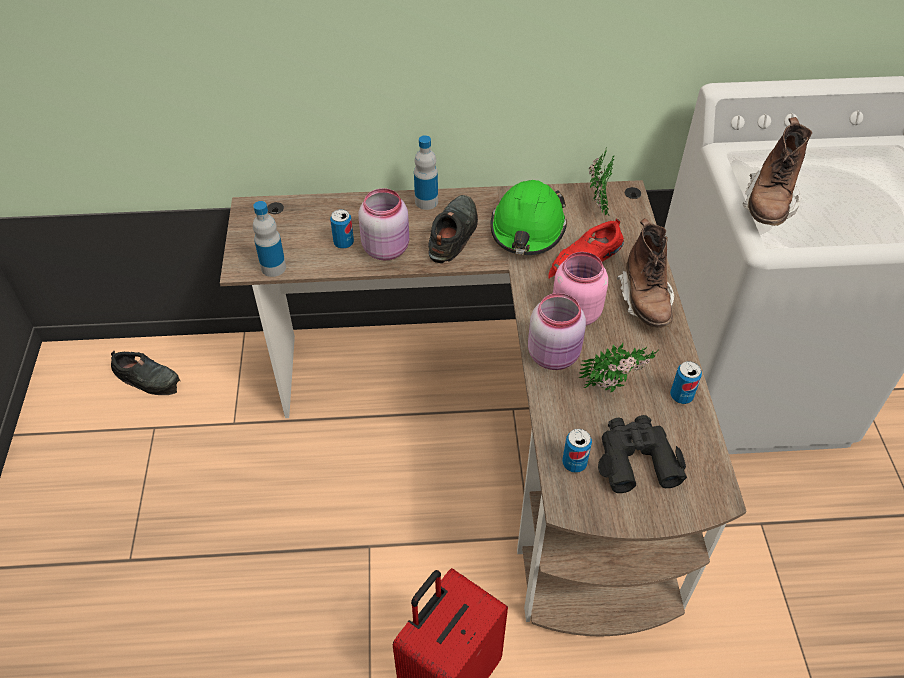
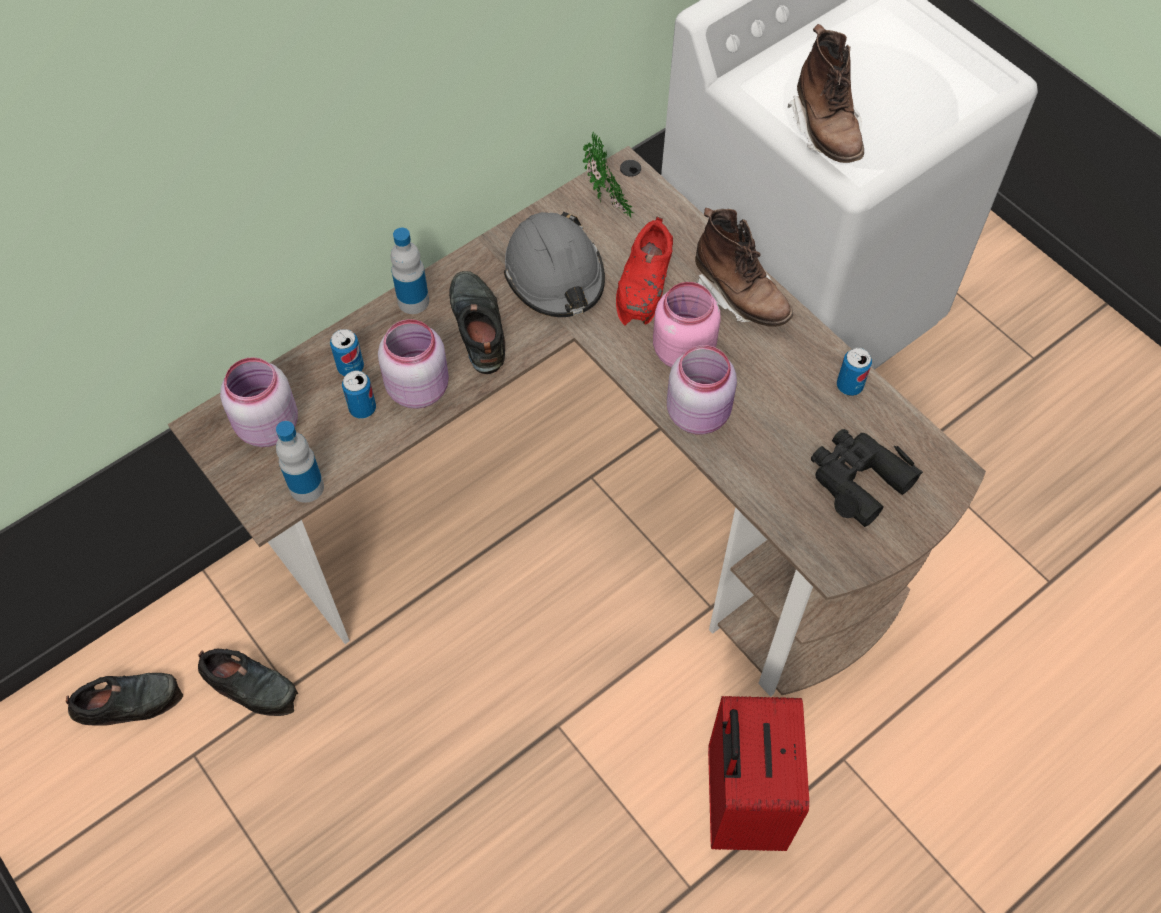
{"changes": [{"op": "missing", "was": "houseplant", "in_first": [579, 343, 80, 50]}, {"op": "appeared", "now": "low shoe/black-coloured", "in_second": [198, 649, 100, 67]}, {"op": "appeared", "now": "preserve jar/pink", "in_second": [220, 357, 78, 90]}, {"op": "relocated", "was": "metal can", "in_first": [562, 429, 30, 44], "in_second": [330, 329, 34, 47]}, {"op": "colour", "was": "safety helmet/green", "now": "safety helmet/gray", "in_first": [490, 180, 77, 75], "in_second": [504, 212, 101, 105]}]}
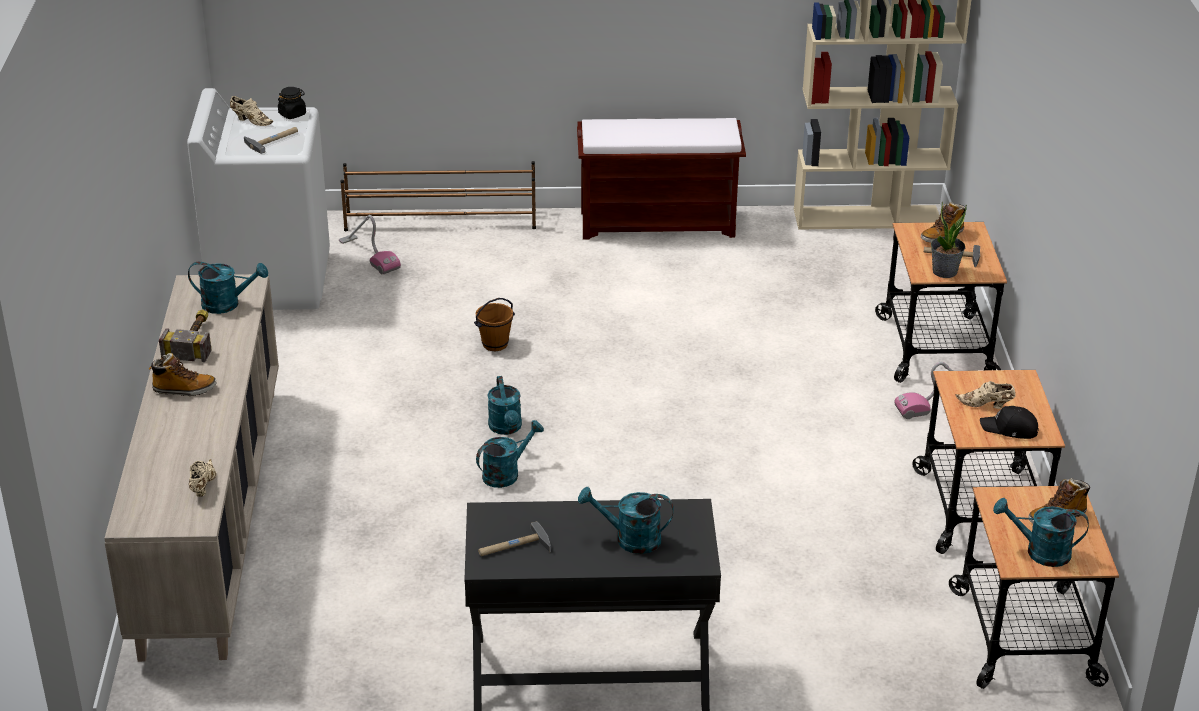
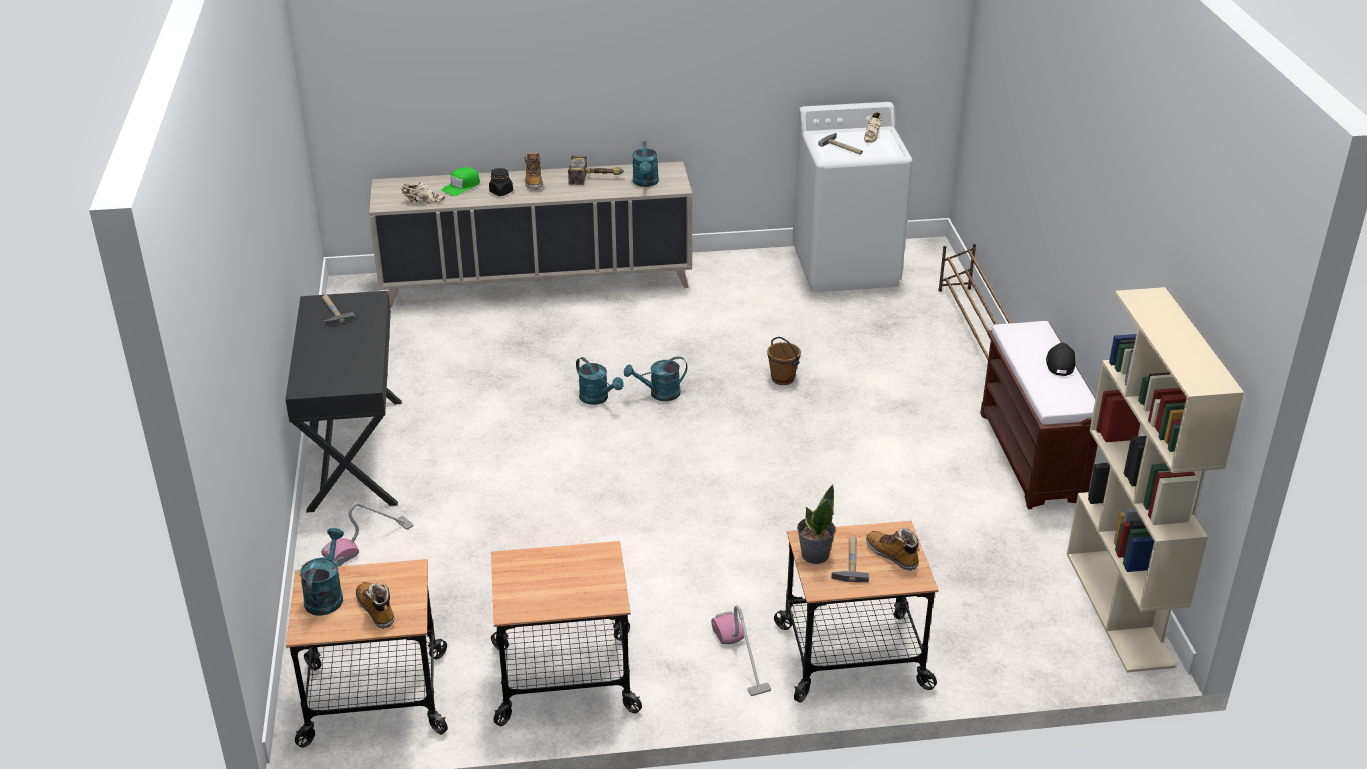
{"changes": [{"op": "missing", "was": "watering can/turquoise-coloured", "in_first": [578, 487, 96, 67]}, {"op": "missing", "was": "low shoe/sand-coloured", "in_first": [955, 381, 61, 28]}, {"op": "appeared", "now": "peaked cap/green", "in_second": [441, 167, 39, 29]}, {"op": "relocated", "was": "preserve jar/black-coloured", "in_first": [278, 87, 28, 32], "in_second": [489, 168, 24, 28]}, {"op": "relocated", "was": "vacuum", "in_first": [339, 215, 62, 60], "in_second": [322, 502, 92, 64]}, {"op": "relocated", "was": "peaked cap/black-coloured", "in_first": [980, 406, 59, 33], "in_second": [1046, 342, 30, 34]}]}
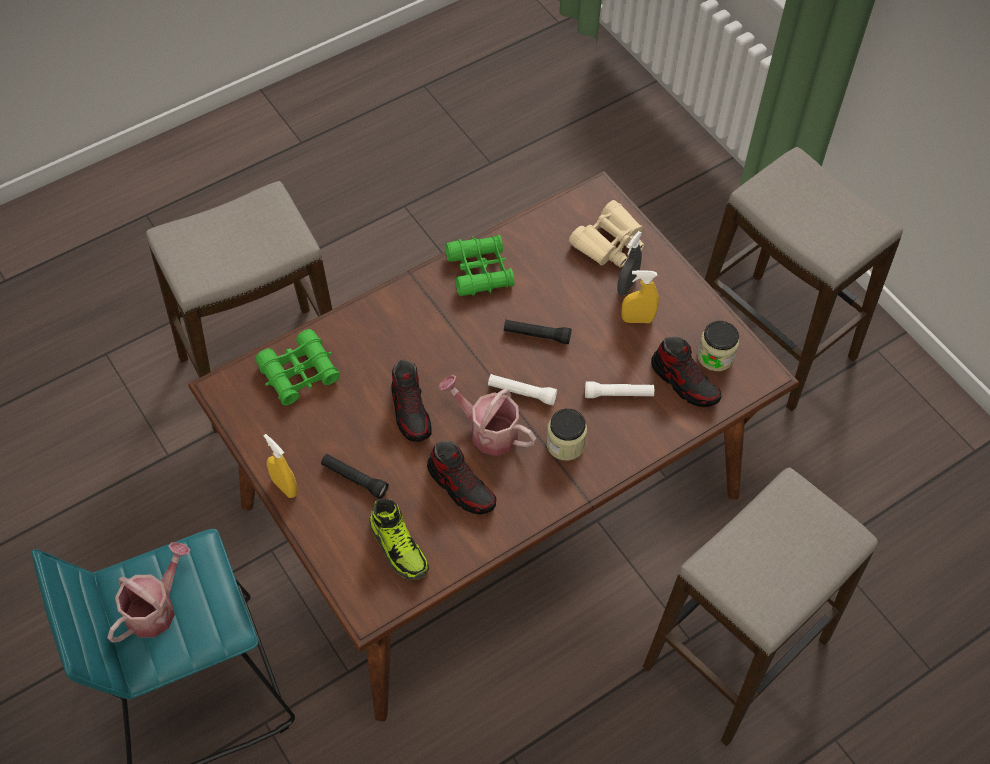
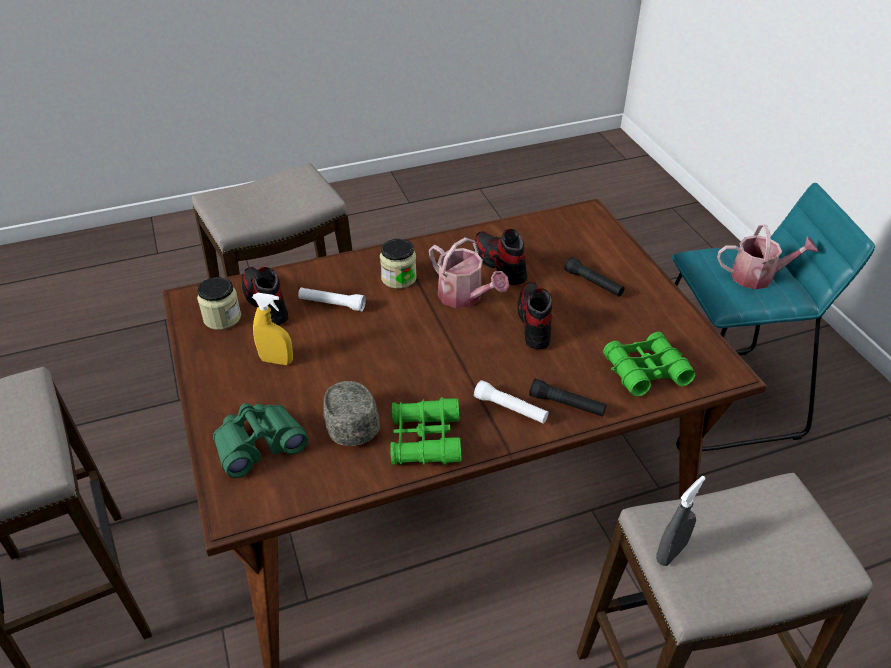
{"changes": [{"op": "missing", "was": "hand sprayer/yellow", "in_first": [264, 434, 34, 64]}, {"op": "missing", "was": "low shoe", "in_first": [369, 499, 60, 81]}, {"op": "appeared", "now": "peaked cap/gray", "in_second": [323, 381, 57, 65]}, {"op": "relocated", "was": "flashlight/white", "in_first": [488, 374, 69, 31], "in_second": [474, 380, 74, 44]}, {"op": "relocated", "was": "flashlight/black-coloured", "in_first": [504, 320, 68, 25], "in_second": [529, 379, 77, 38]}, {"op": "relocated", "was": "hand sprayer/gray", "in_first": [617, 231, 25, 64], "in_second": [656, 476, 50, 90]}, {"op": "colour", "was": "pair of binoculars/sand-coloured", "now": "pair of binoculars/green", "in_first": [569, 200, 75, 68], "in_second": [213, 403, 95, 75]}, {"op": "spun", "was": "watering can", "in_first": [107, 542, 84, 101], "in_second": [717, 225, 101, 64], "clockwise": -135}]}
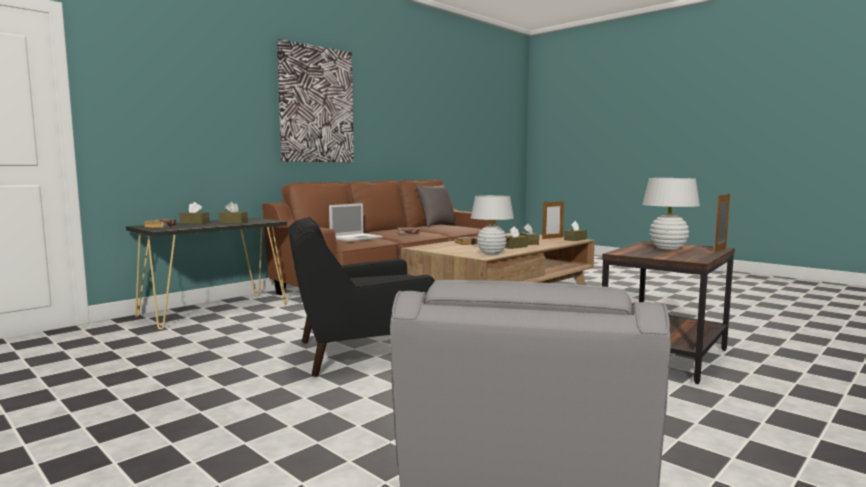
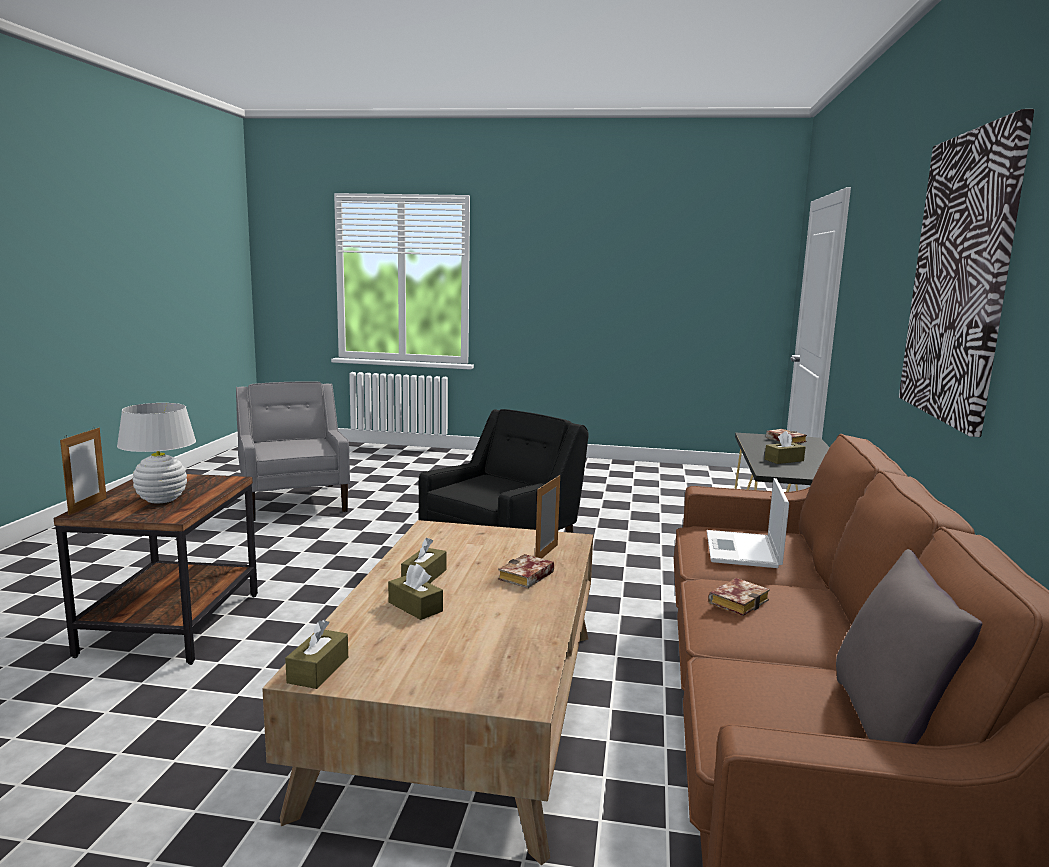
{"changes": [{"op": "missing", "was": "tissue holder/brown", "in_first": [179, 202, 31, 22]}, {"op": "missing", "was": "tabletop lamp/white", "in_first": [471, 195, 43, 59]}, {"op": "relocated", "was": "photo frame", "in_first": [542, 200, 22, 39], "in_second": [535, 475, 25, 84]}]}
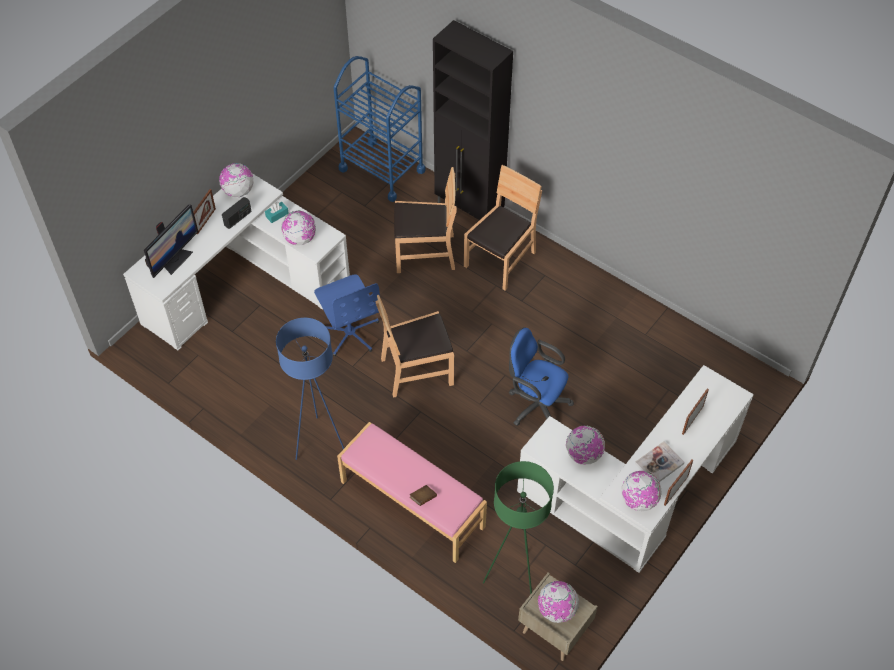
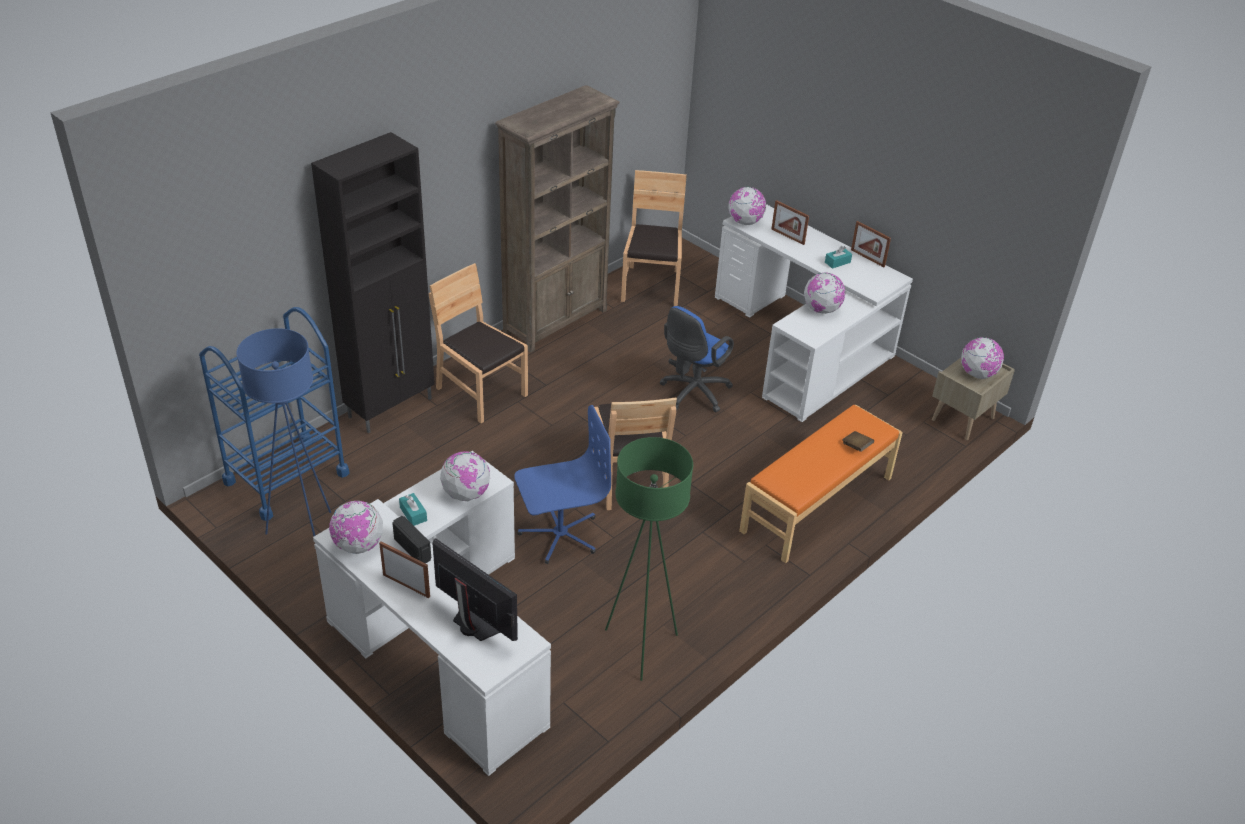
{"changes": [{"op": "appeared", "now": "shelving unit/brown", "in_second": [495, 85, 125, 268]}, {"op": "relocated", "was": "standard lamp/bluish", "in_first": [276, 318, 68, 142], "in_second": [236, 328, 95, 209]}, {"op": "relocated", "was": "plain chair/brown", "in_first": [394, 167, 63, 106], "in_second": [621, 170, 66, 136]}, {"op": "relocated", "was": "standard lamp/green", "in_first": [483, 461, 71, 134], "in_second": [605, 437, 88, 244]}, {"op": "relocated", "was": "desk globe", "in_first": [621, 471, 41, 40], "in_second": [728, 187, 38, 38]}, {"op": "exchanged", "was": "book", "now": "tissue holder/turquoise-coloured", "in_first": [635, 441, 50, 41], "in_second": [825, 246, 27, 23]}, {"op": "colour", "was": "long seat/pink", "now": "long seat/orange", "in_first": [337, 422, 150, 141], "in_second": [739, 405, 164, 158]}]}
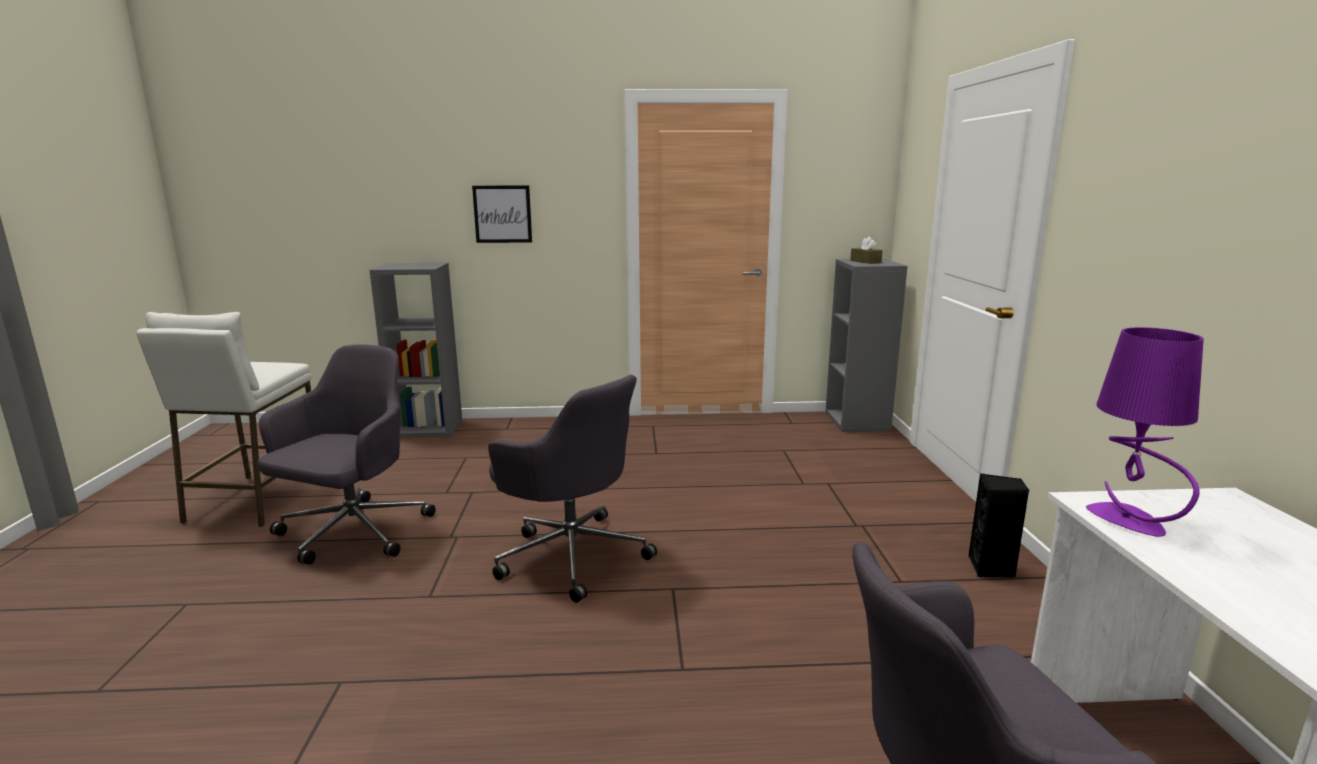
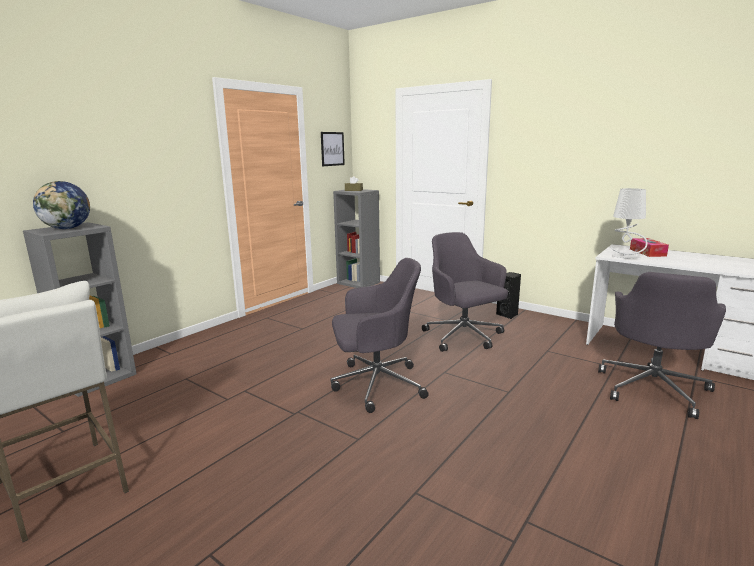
{"changes": [{"op": "appeared", "now": "desk globe", "in_second": [33, 181, 57, 48]}, {"op": "appeared", "now": "tissue holder", "in_second": [630, 238, 39, 19]}, {"op": "relocated", "was": "office chair/gray", "in_first": [258, 344, 178, 221], "in_second": [422, 232, 86, 120]}, {"op": "relocated", "was": "wall art", "in_first": [472, 186, 60, 57], "in_second": [321, 132, 24, 34]}, {"op": "colour", "was": "tabletop lamp/purple", "now": "tabletop lamp/gray", "in_first": [1086, 327, 118, 210], "in_second": [610, 188, 38, 71]}]}
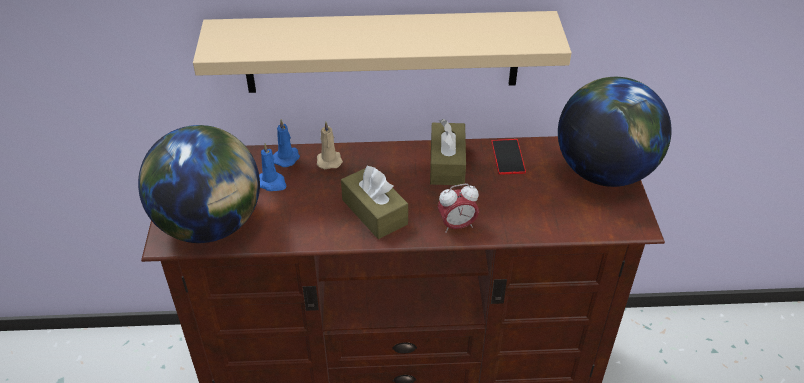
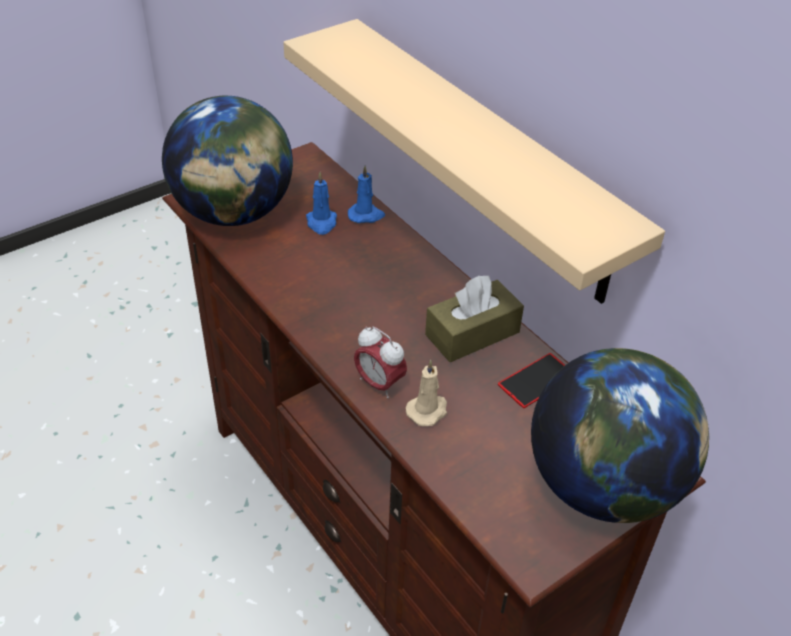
{"changes": [{"op": "missing", "was": "tissue holder/brown", "in_first": [341, 166, 67, 73]}, {"op": "relocated", "was": "candle/sand-coloured", "in_first": [317, 122, 26, 47], "in_second": [406, 360, 41, 66]}]}
